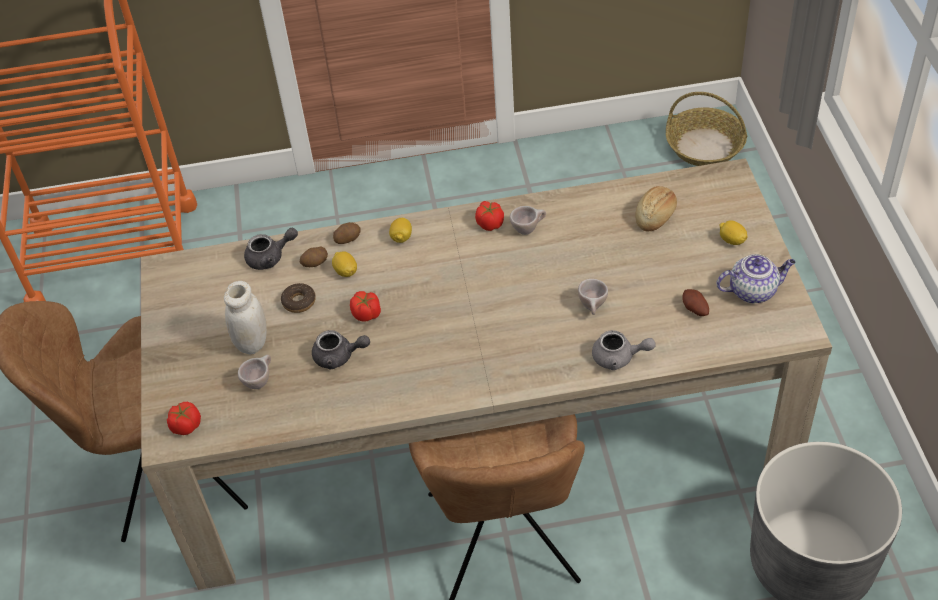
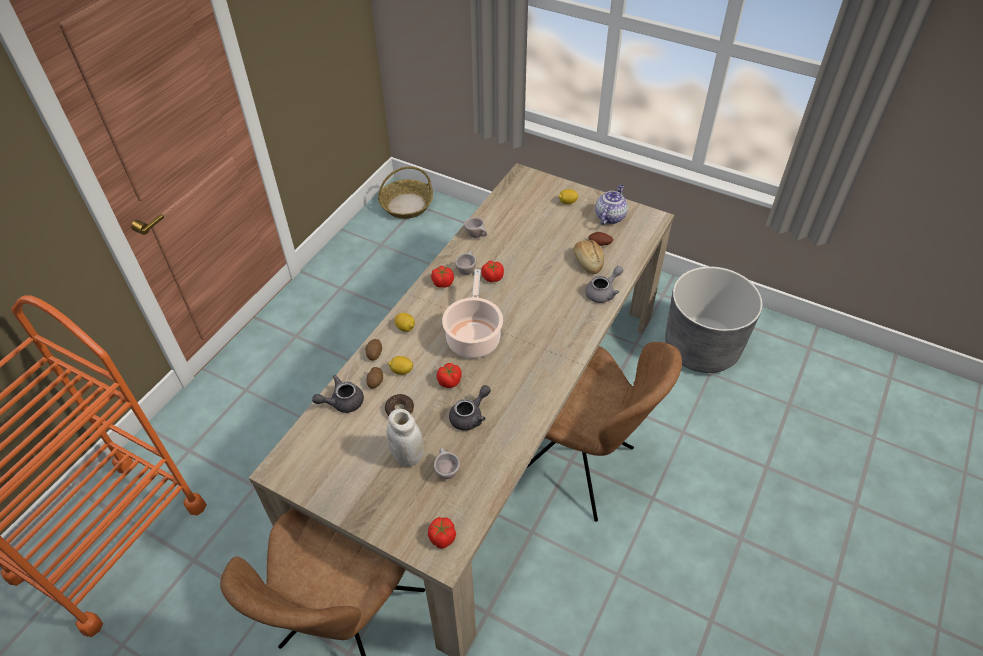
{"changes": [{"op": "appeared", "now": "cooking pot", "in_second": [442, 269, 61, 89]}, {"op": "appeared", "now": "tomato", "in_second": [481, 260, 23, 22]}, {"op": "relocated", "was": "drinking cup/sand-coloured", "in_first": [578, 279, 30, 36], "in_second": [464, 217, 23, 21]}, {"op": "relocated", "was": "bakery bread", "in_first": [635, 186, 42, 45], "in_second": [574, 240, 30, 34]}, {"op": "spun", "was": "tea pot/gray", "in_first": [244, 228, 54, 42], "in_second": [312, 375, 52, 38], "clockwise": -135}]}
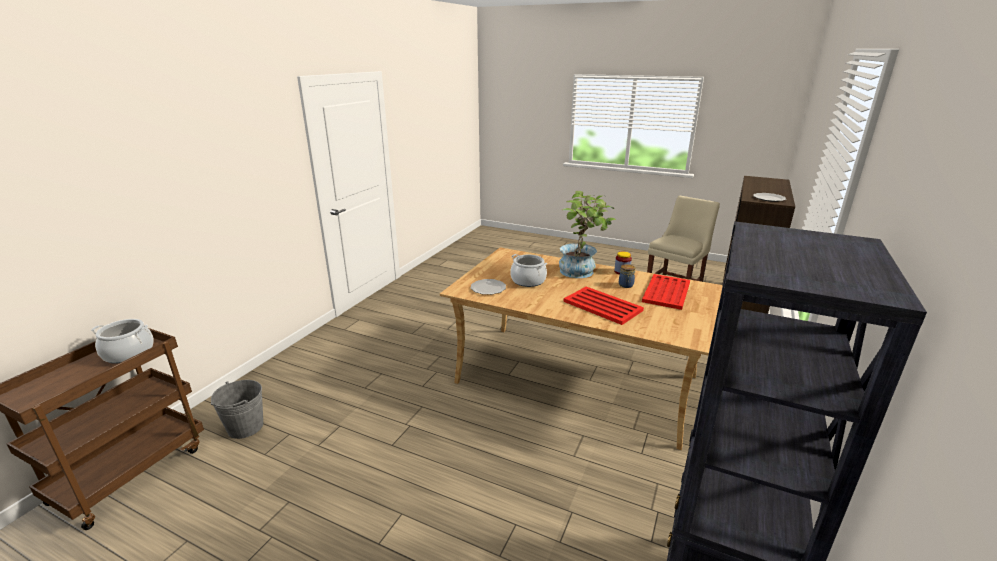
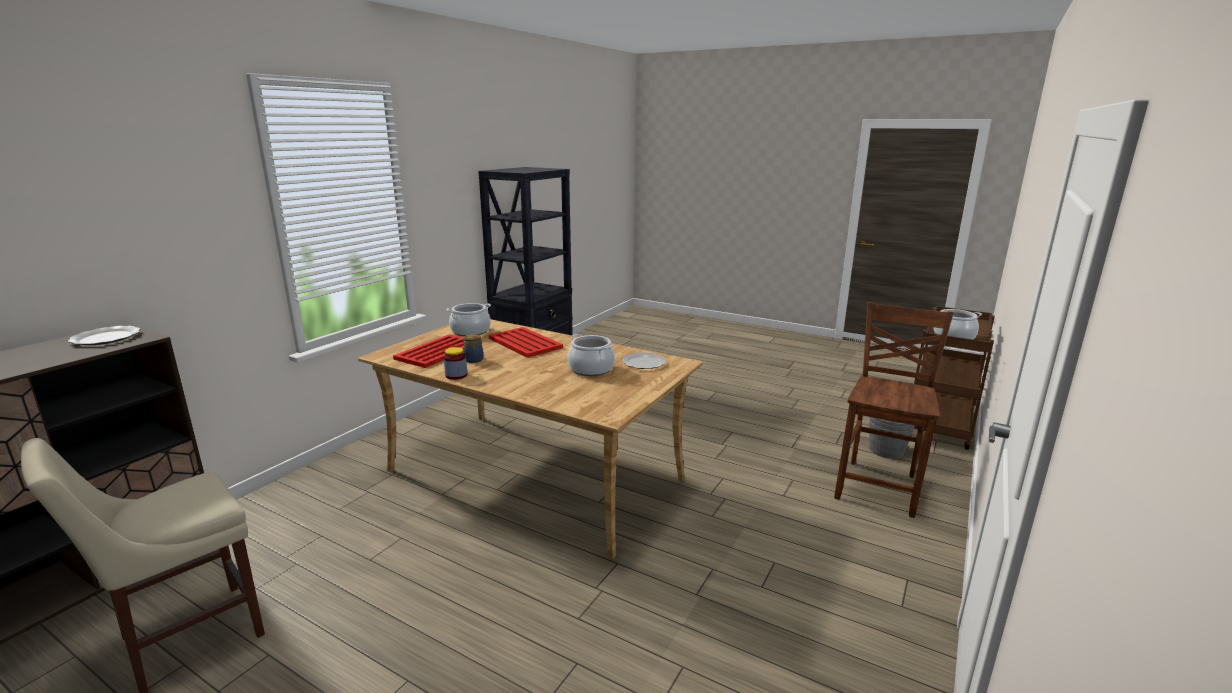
{"changes": [{"op": "missing", "was": "houseplant", "in_first": [559, 191, 57, 87]}, {"op": "appeared", "now": "cooking pot", "in_second": [446, 303, 45, 33]}, {"op": "appeared", "now": "plain chair/brown", "in_second": [834, 302, 120, 216]}]}
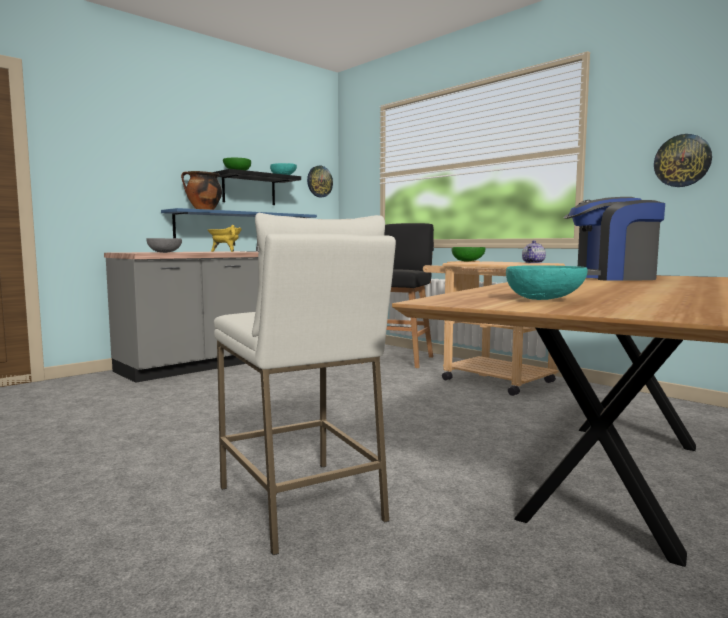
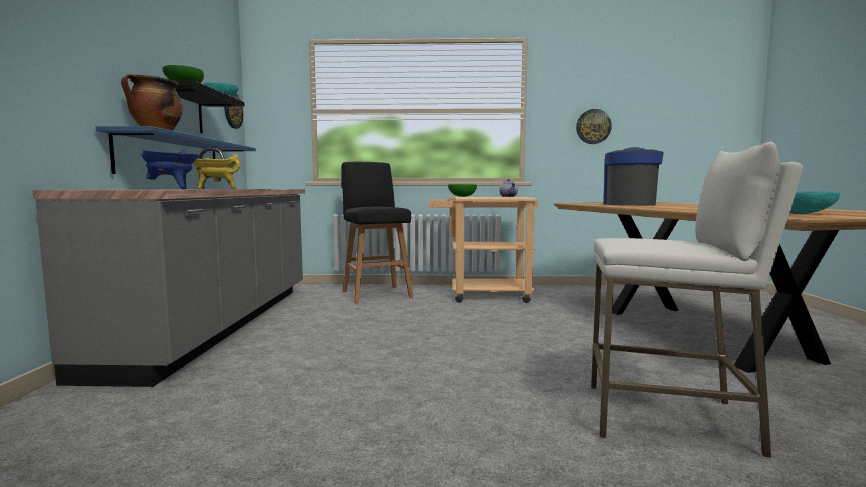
{"changes": [{"op": "exchanged", "was": "serving bowl/gray", "now": "cooking pot/bluish", "in_first": [146, 238, 36, 15], "in_second": [140, 149, 60, 40]}, {"op": "spun", "was": "coffee brewer", "in_first": [564, 197, 101, 84], "in_second": [603, 147, 61, 59], "clockwise": 150}]}
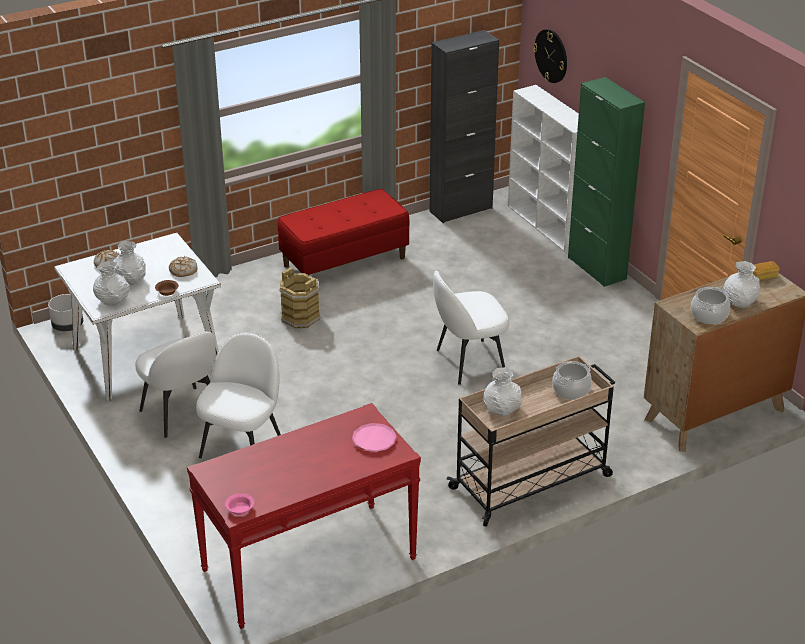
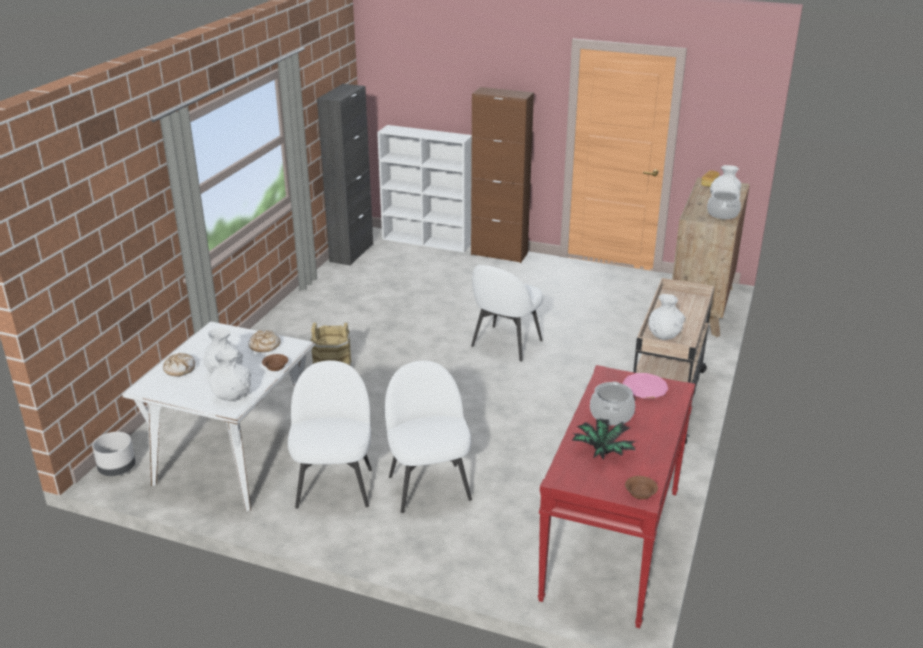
{"changes": [{"op": "missing", "was": "long seat/red-coloured", "in_first": [278, 189, 131, 86]}, {"op": "missing", "was": "hanging clock", "in_first": [533, 29, 34, 54]}, {"op": "appeared", "now": "houseplant", "in_second": [572, 419, 63, 41]}, {"op": "relocated", "was": "cooking pot", "in_first": [552, 361, 40, 39], "in_second": [590, 381, 45, 45]}, {"op": "colour", "was": "serving bowl/pink", "now": "serving bowl/brown", "in_first": [225, 493, 29, 22], "in_second": [625, 476, 33, 24]}, {"op": "colour", "was": "storage cabinet/green", "now": "storage cabinet/brown", "in_first": [568, 77, 77, 210], "in_second": [471, 87, 63, 176]}, {"op": "spun", "was": "plain chair/white", "in_first": [135, 331, 81, 107], "in_second": [288, 360, 84, 149], "clockwise": -105}]}
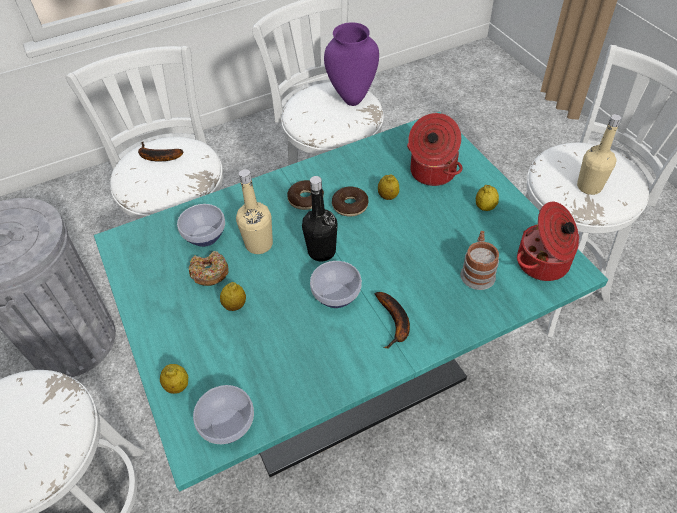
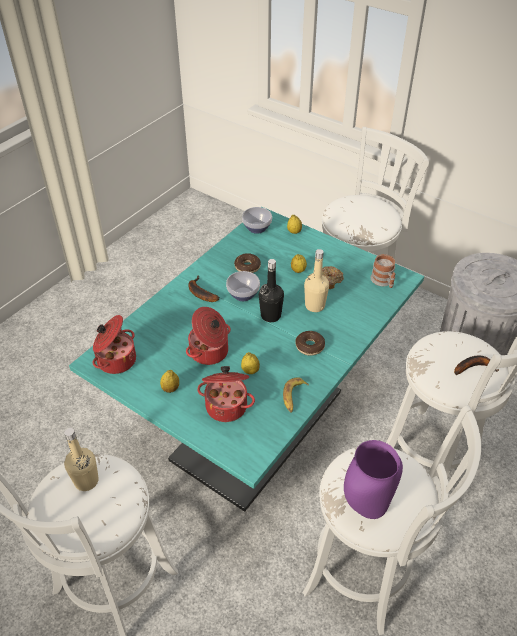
{"changes": [{"op": "missing", "was": "serving bowl", "in_first": [177, 204, 48, 43]}, {"op": "appeared", "now": "cooking pot", "in_second": [186, 307, 45, 58]}, {"op": "appeared", "now": "banana fruit", "in_second": [283, 377, 26, 35]}, {"op": "relocated", "was": "doughnut", "in_first": [332, 187, 37, 30], "in_second": [234, 253, 27, 20]}, {"op": "relocated", "was": "mug", "in_first": [460, 231, 39, 59], "in_second": [371, 254, 25, 34]}]}
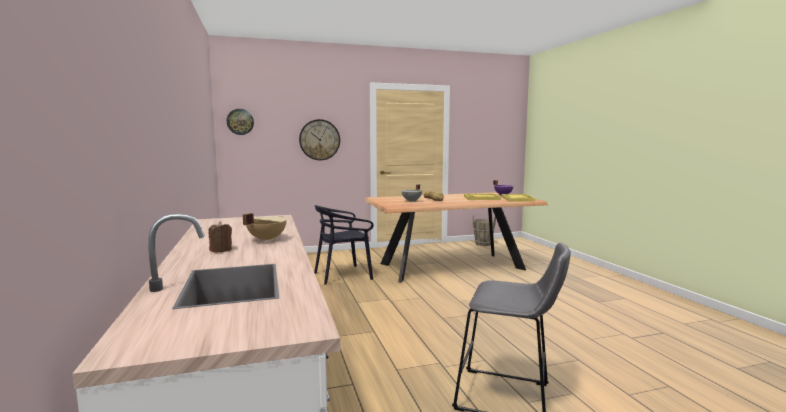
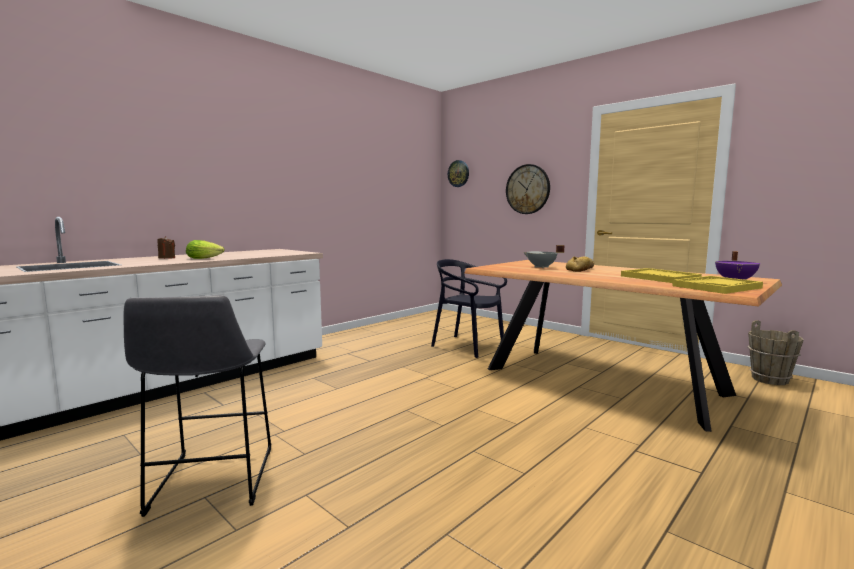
{"changes": [{"op": "exchanged", "was": "cooking pot/sand-coloured", "now": "lettuce", "in_first": [243, 213, 44, 29], "in_second": [186, 240, 38, 19]}]}
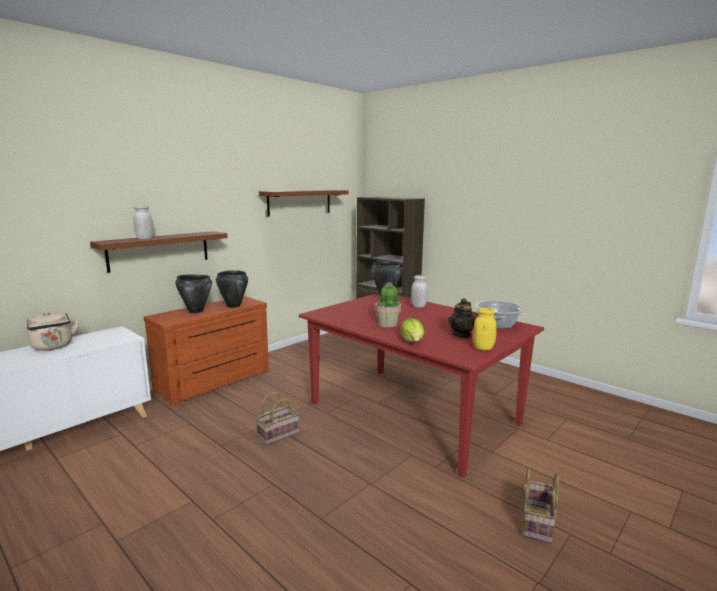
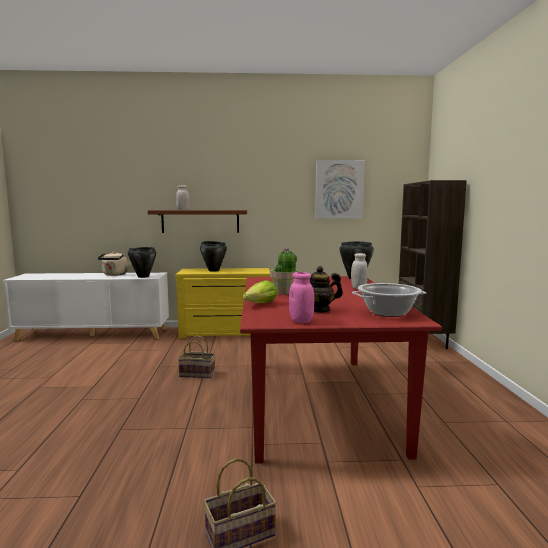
{"changes": [{"op": "relocated", "was": "cooking pot/black-coloured", "in_first": [216, 270, 32, 38], "in_second": [128, 247, 28, 31]}, {"op": "exchanged", "was": "shelf/brown", "now": "wall art", "in_first": [259, 190, 89, 27], "in_second": [315, 160, 50, 58]}, {"op": "colour", "was": "dresser/brown", "now": "dresser/yellow", "in_first": [143, 296, 126, 111], "in_second": [175, 268, 95, 70]}, {"op": "colour", "was": "preserve jar/yellow", "now": "preserve jar/pink", "in_first": [473, 308, 24, 42], "in_second": [289, 272, 25, 51]}]}
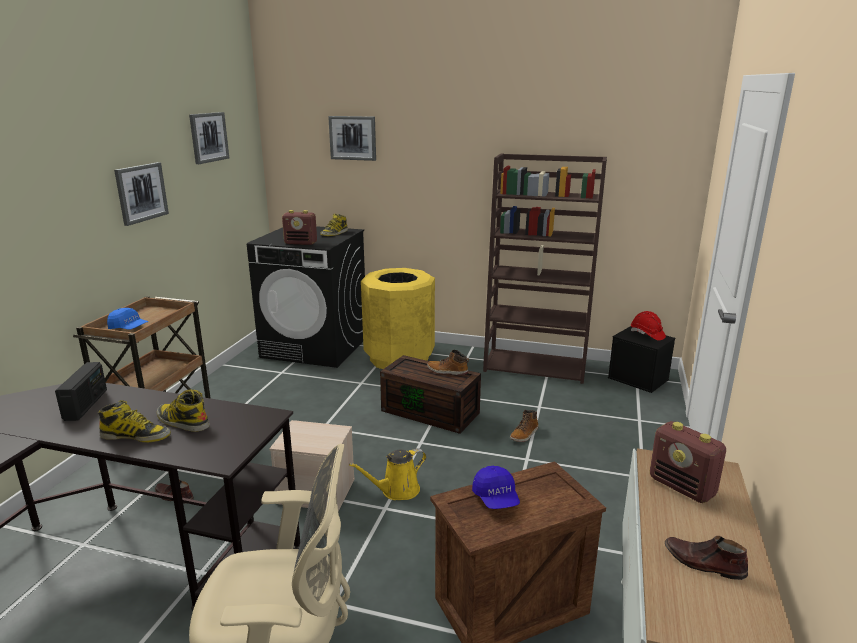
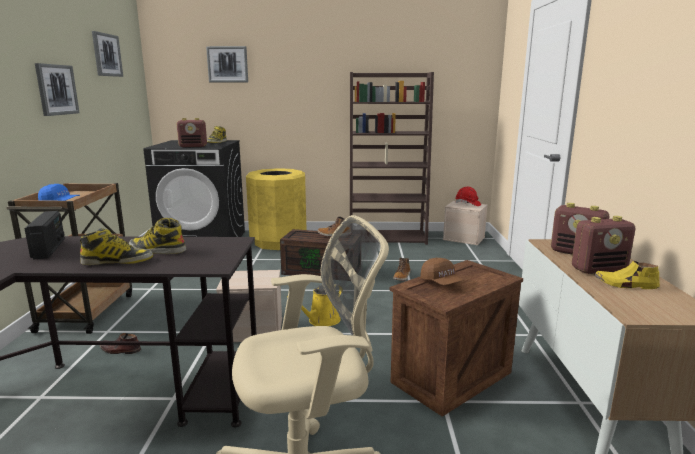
{"changes": [{"op": "appeared", "now": "radio", "in_second": [572, 216, 63, 58]}, {"op": "colour", "was": "peaked cap/bluish", "now": "peaked cap/brown", "in_first": [472, 466, 48, 43], "in_second": [420, 258, 44, 27]}, {"op": "colour", "was": "storage box/black-coloured", "now": "storage box/sand-coloured", "in_first": [608, 326, 67, 67], "in_second": [443, 201, 45, 44]}, {"op": "colour", "was": "low shoe/brown", "now": "low shoe/yellow", "in_first": [665, 536, 83, 44], "in_second": [594, 261, 66, 28]}]}
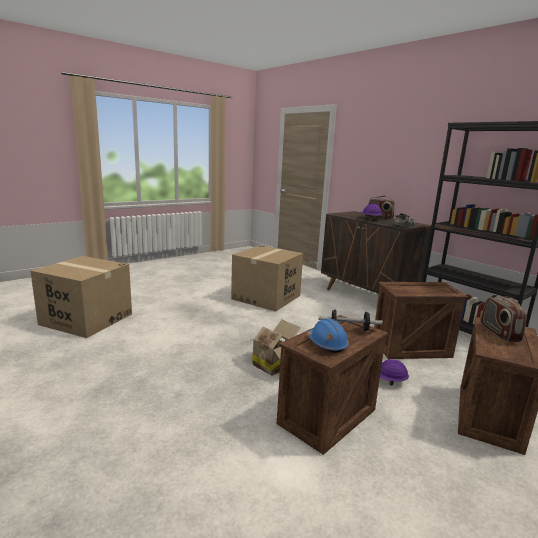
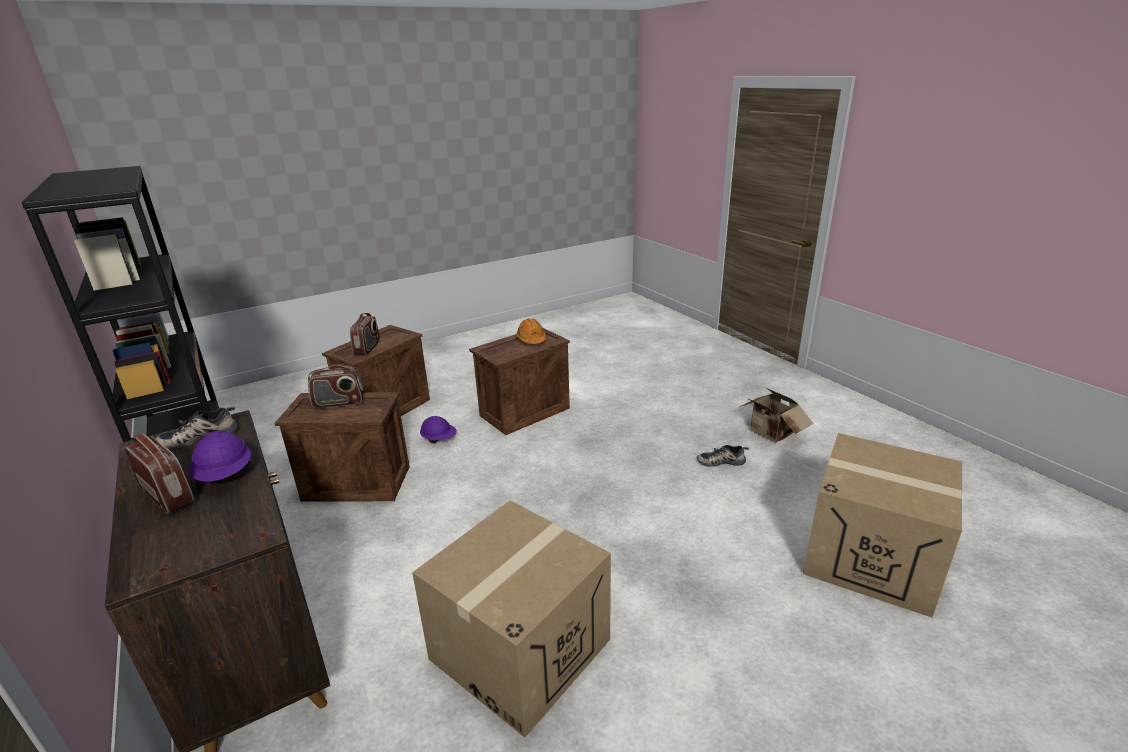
{"changes": [{"op": "missing", "was": "hand weight", "in_first": [319, 309, 63, 22]}, {"op": "appeared", "now": "radio", "in_second": [308, 364, 56, 45]}, {"op": "appeared", "now": "low shoe", "in_second": [697, 445, 52, 22]}, {"op": "relocated", "was": "carton", "in_first": [242, 320, 59, 56], "in_second": [740, 388, 74, 55]}, {"op": "colour", "was": "safety helmet/bluish", "now": "safety helmet/orange", "in_first": [307, 318, 42, 35], "in_second": [516, 318, 30, 26]}]}
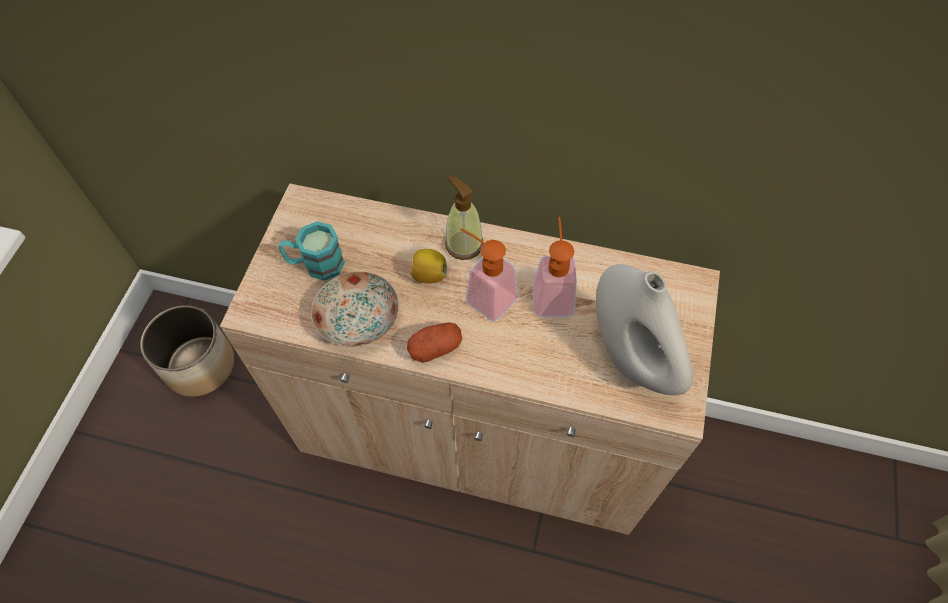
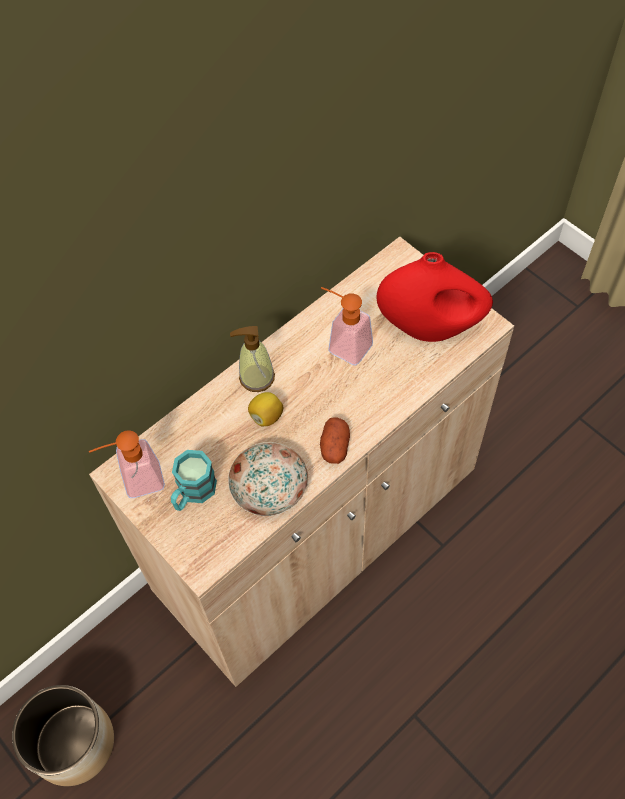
{"changes": [{"op": "relocated", "was": "soap dispenser", "in_first": [460, 228, 58, 93], "in_second": [89, 430, 76, 68]}, {"op": "colour", "was": "vase/white", "now": "vase/red-coloured", "in_first": [596, 264, 97, 131], "in_second": [377, 252, 116, 90]}]}
